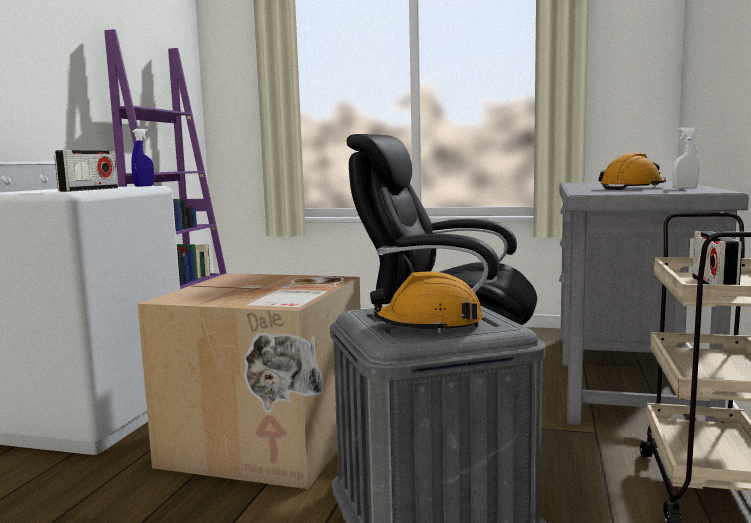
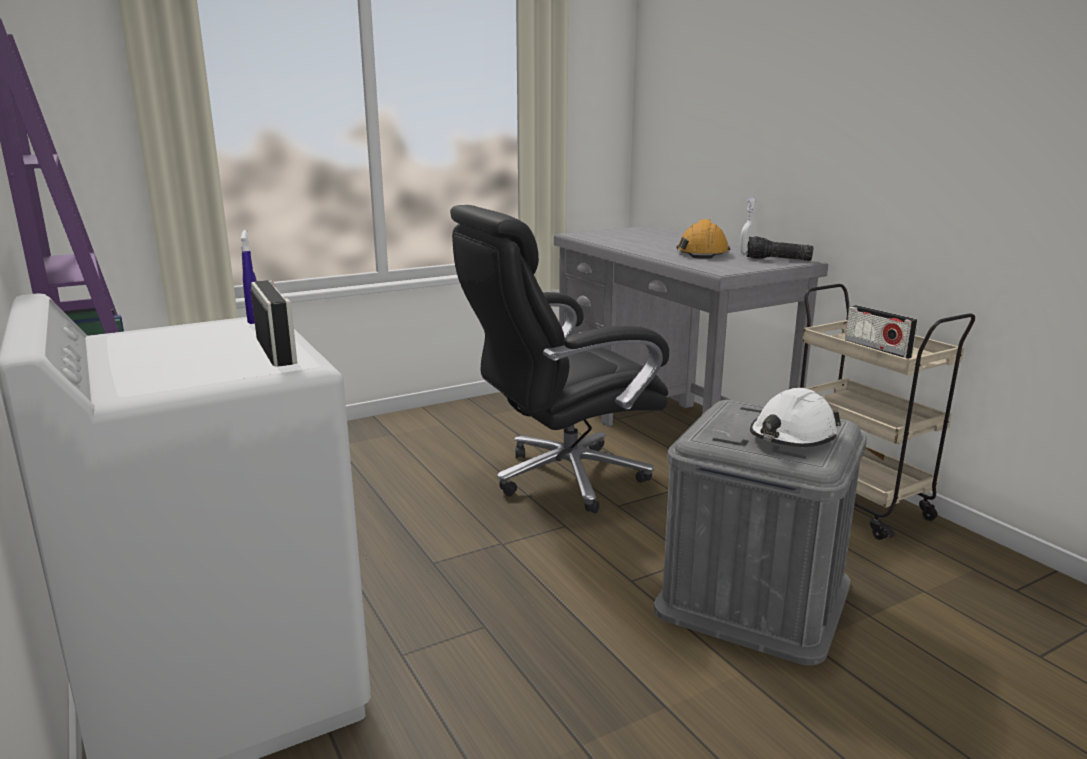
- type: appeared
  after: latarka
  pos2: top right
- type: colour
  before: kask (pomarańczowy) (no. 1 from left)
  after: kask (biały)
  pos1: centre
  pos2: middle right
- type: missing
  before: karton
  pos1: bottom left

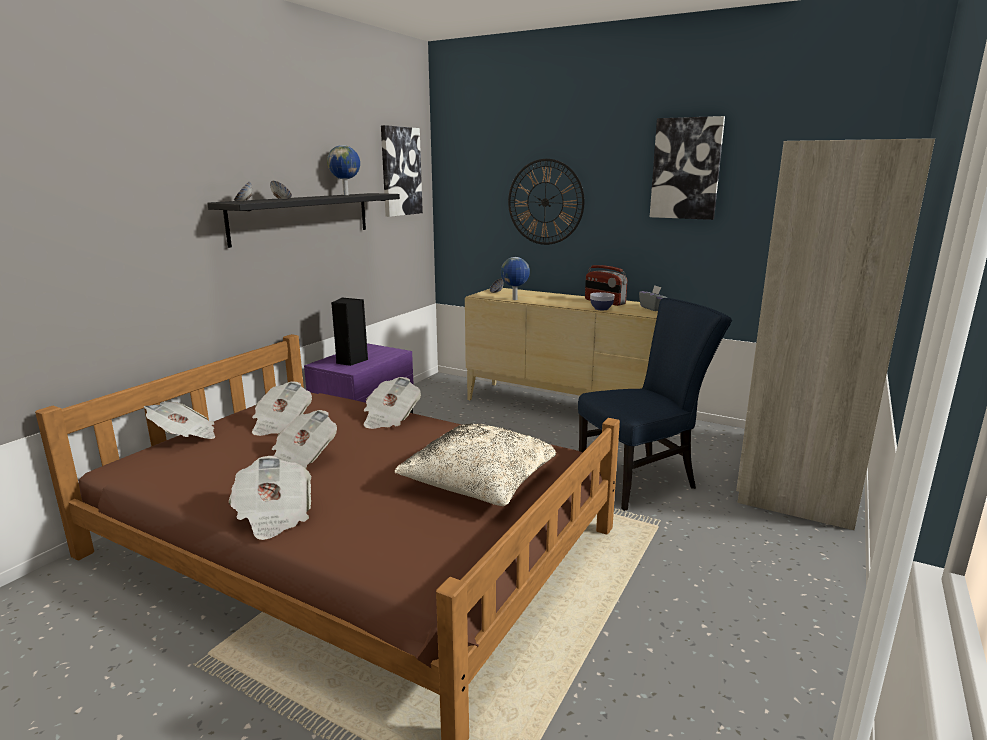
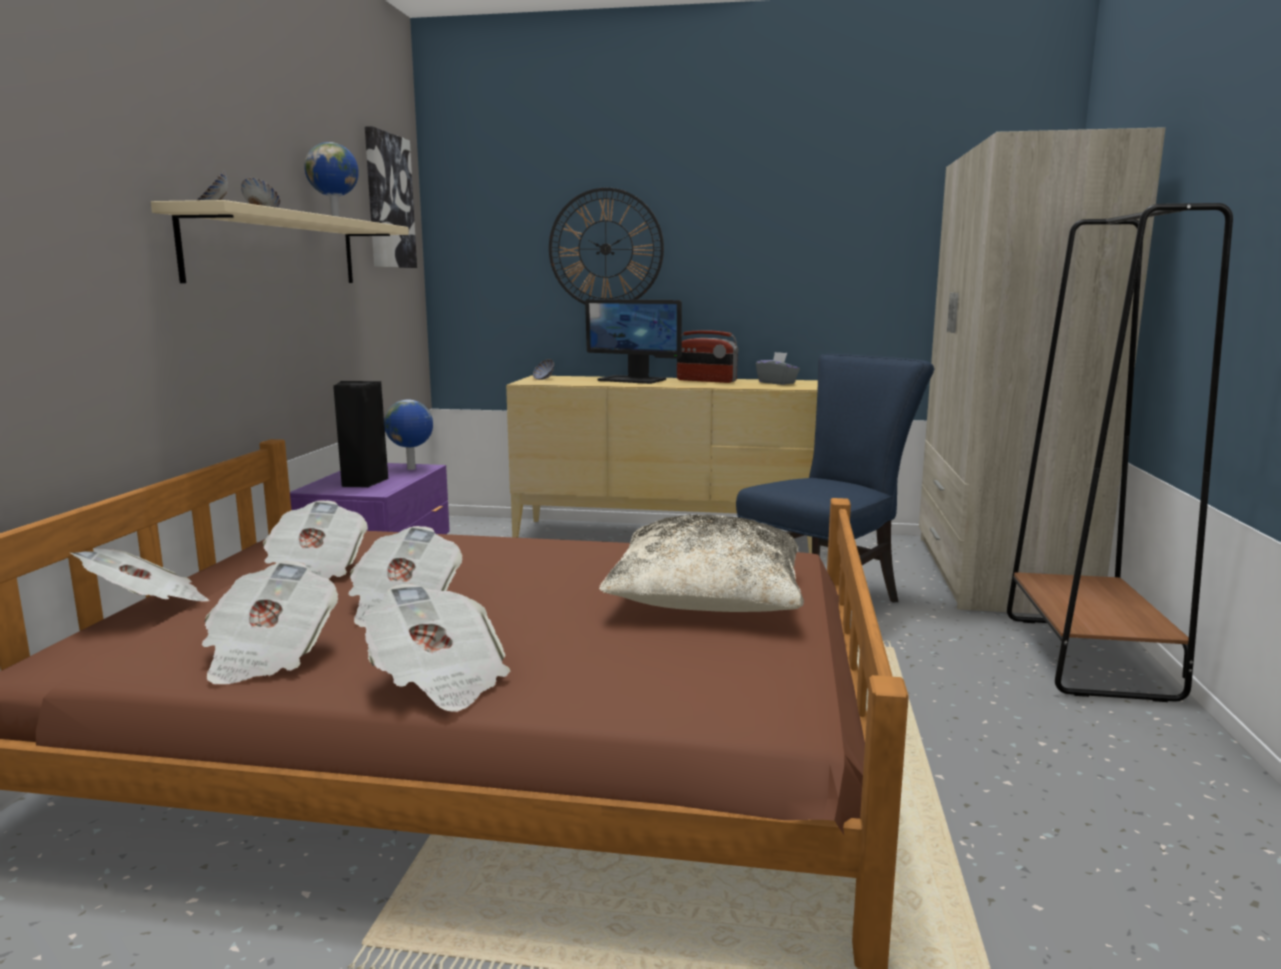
- type: colour
  before: półka (czarny)
  after: półka (beżowy)
  pos1: top left
  pos2: top left
- type: relocated
  before: gazeta (no. 5 from left in the first image)
  after: gazeta (no. 2 from left)
  pos1: centre
  pos2: middle left
- type: relocated
  before: globus (no. 2 from left)
  pos1: centre
  pos2: middle left
- type: appeared
  after: monitor
  pos2: centre
- type: appeared
  after: wieszak
  pos2: middle right
- type: missing
  before: miska (no. 4 from left)
  pos1: centre
- type: missing
  before: obraz (no. 2 from left)
  pos1: top right

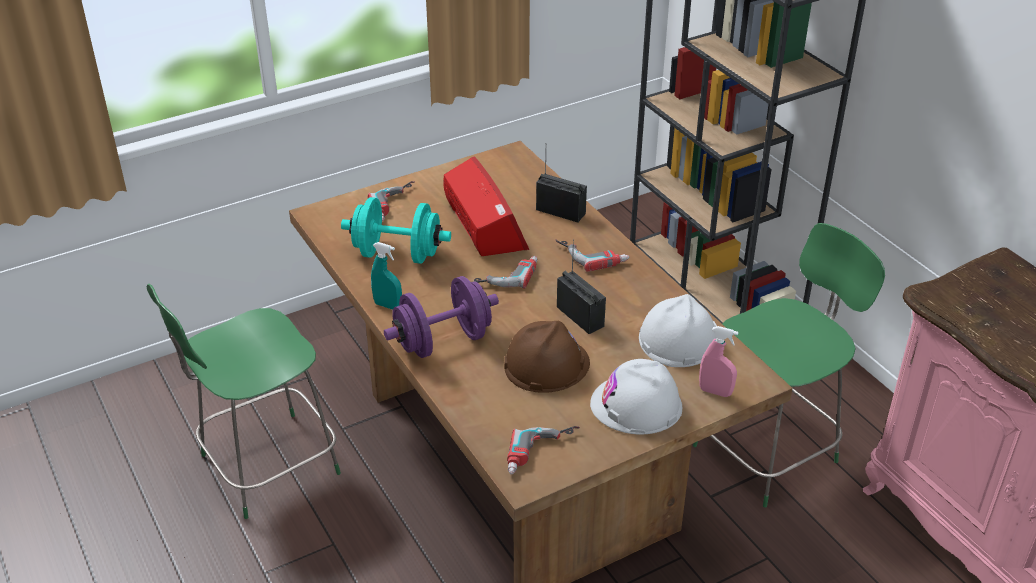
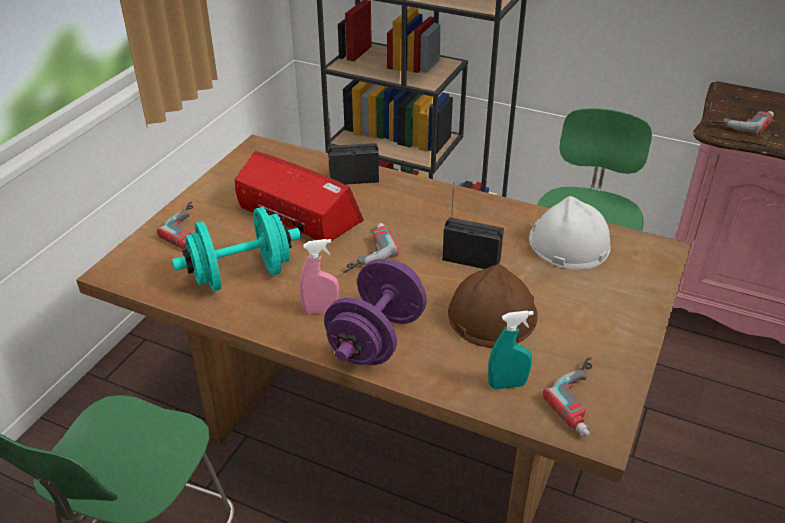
- type: relocated
  before: spryskiwacz (różowy)
  pos1: middle right
  pos2: centre
- type: relocated
  before: spryskiwacz (turkusowy)
  pos1: centre
  pos2: bottom centre
- type: relocated
  before: wiertarka (no. 4 from left)
  pos1: centre
  pos2: top right
- type: missing
  before: kask (biały) (no. 1 from left)
  pos1: bottom centre

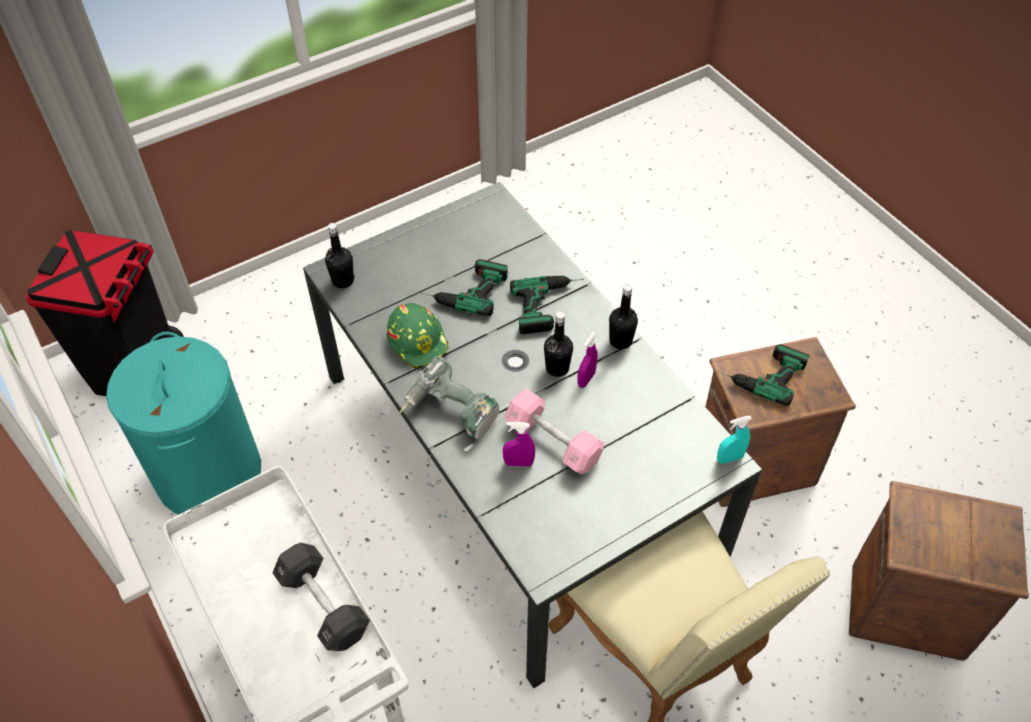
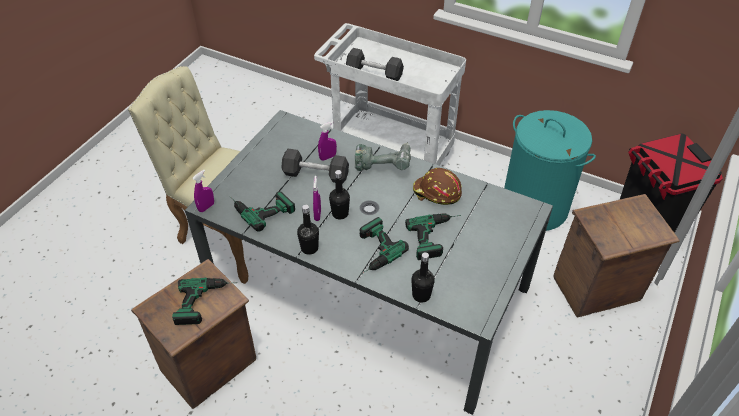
- type: colour
  before: spryskiwacz (turkusowy)
  after: spryskiwacz (fioletowy) (no. 1 from left)
  pos1: middle right
  pos2: middle left
- type: appeared
  after: wiertarka (no. 2 from left)
  pos2: centre
- type: colour
  before: hantel (różowy)
  after: hantel (czarny) (no. 1 from left)
  pos1: centre
  pos2: centre
- type: relocated
  before: butelka (czarny) (no. 1 from left in the first image)
  after: butelka (czarny) (no. 3 from left)
  pos1: middle left
  pos2: centre
- type: colour
  before: kask (zielony)
  after: kask (brązowy)
  pos1: centre
  pos2: centre
- type: relocated
  before: skrzynka (no. 2 from left)
  pos1: bottom right
  pos2: middle right

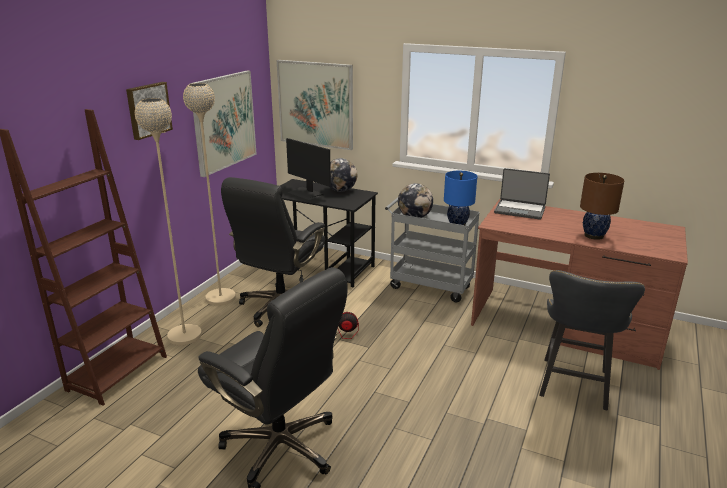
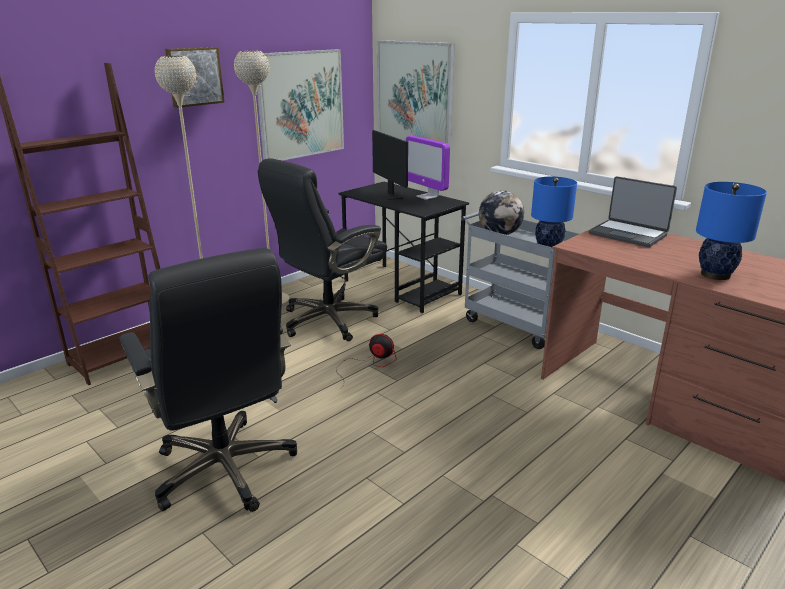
- type: exchanged
  before: globus (no. 1 from left)
  after: monitor (no. 2 from left)
  pos1: centre
  pos2: top centre
- type: colour
  before: lampa stołowa (brązowy)
  after: lampa stołowa (niebieski) (no. 2 from left)
  pos1: middle right
  pos2: middle right
- type: missing
  before: stołek (szary)
  pos1: bottom right

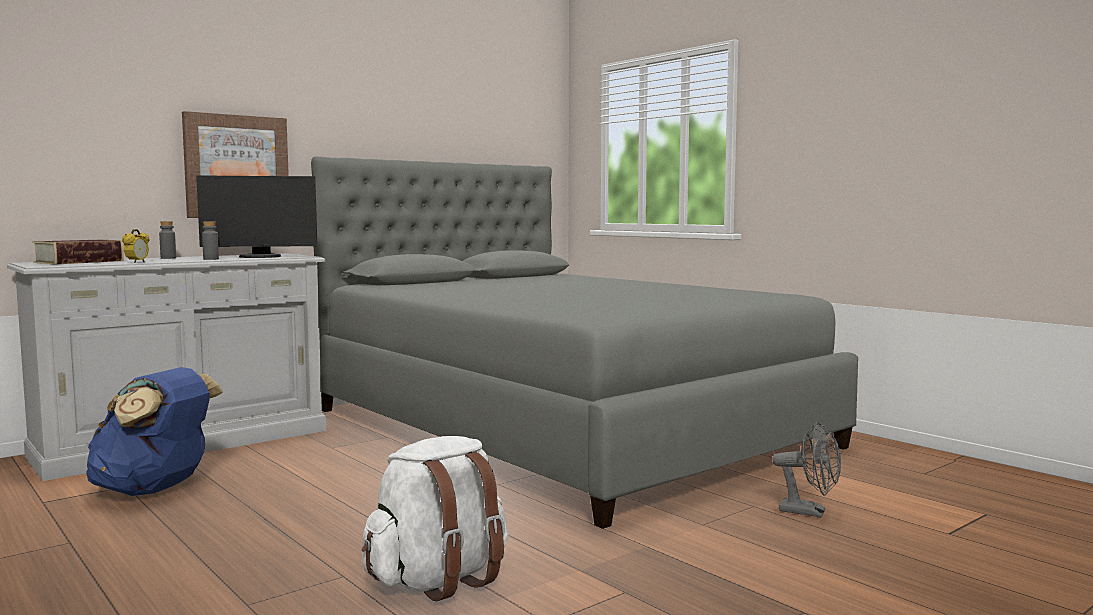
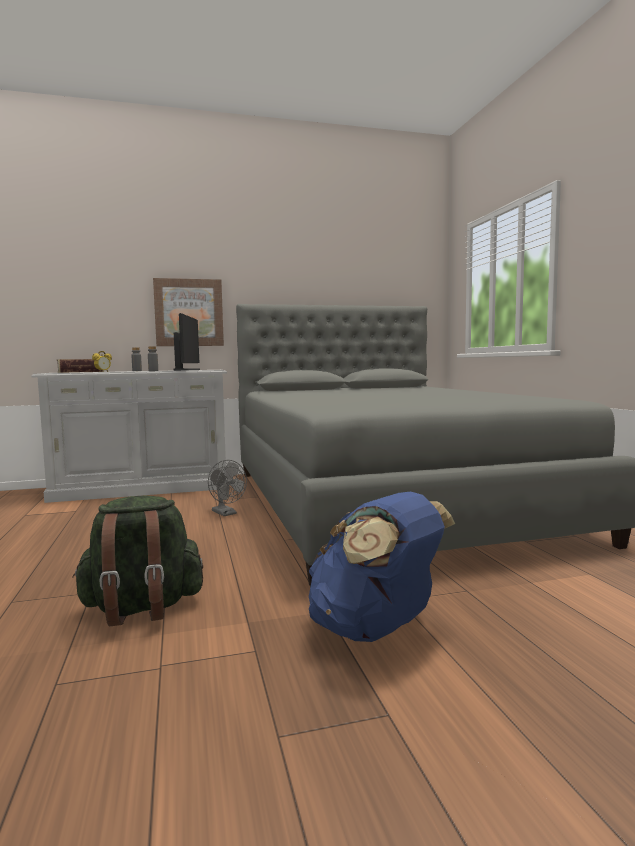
- type: colour
  before: plecak (biały)
  after: plecak (zielony)
  pos1: bottom centre
  pos2: middle left
- type: spun
  before: monitor
  pos1: middle left
  pos2: middle left
  turn: -105
- type: relocated
  before: wentylator (szary)
  pos1: bottom right
  pos2: centre
- type: relocated
  before: plecak (niebieski)
  pos1: bottom left
  pos2: bottom centre

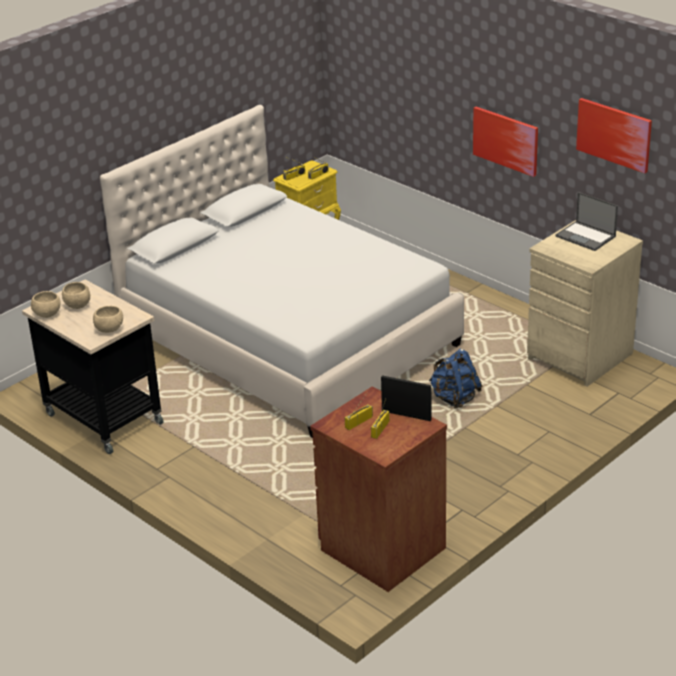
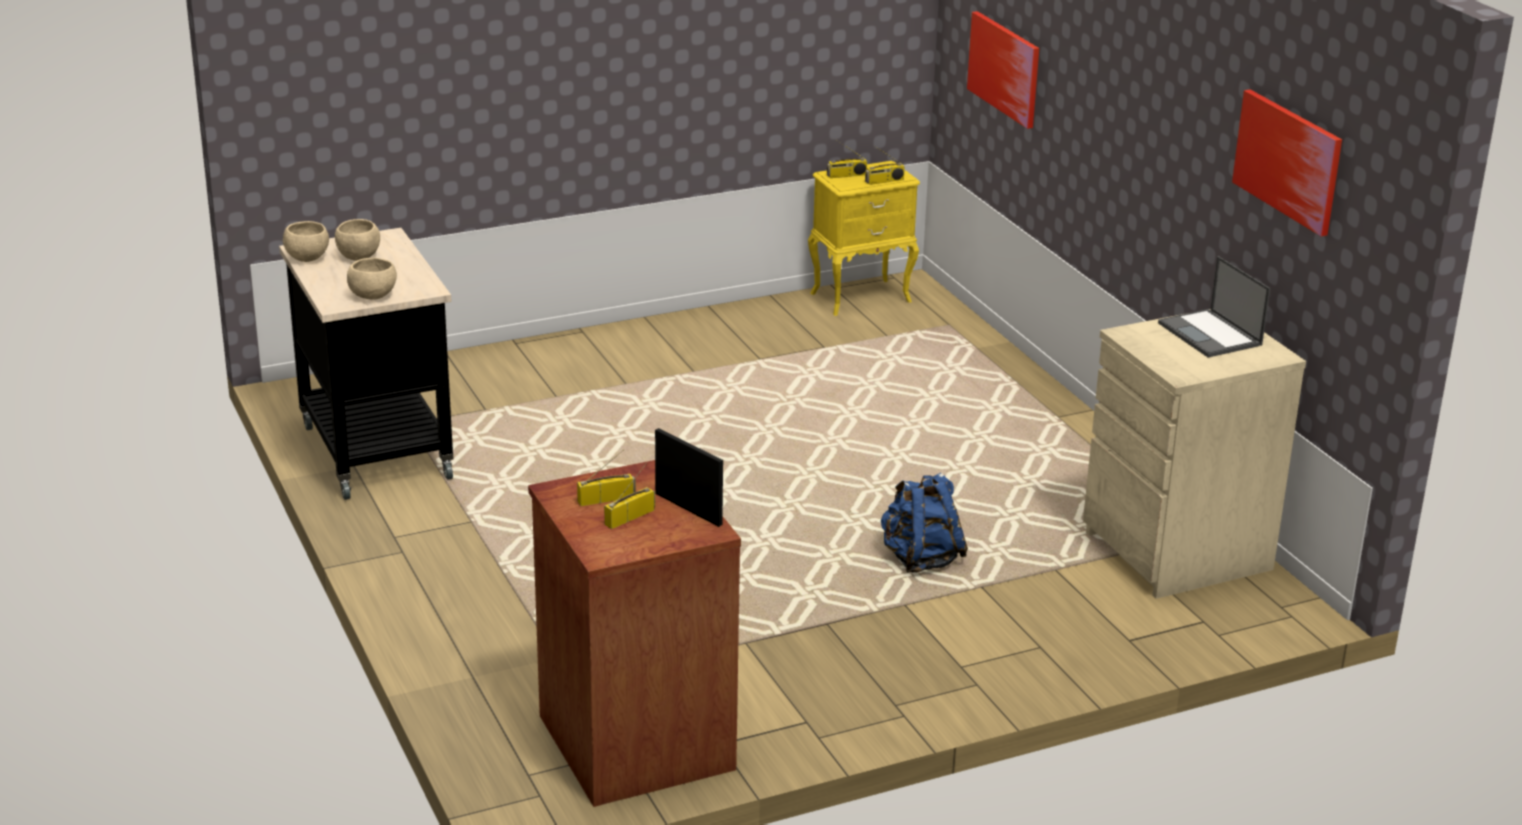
- type: relocated
  before: obraz (no. 1 from left)
  pos1: top right
  pos2: top centre
- type: missing
  before: łóżko (biały)
  pos1: centre

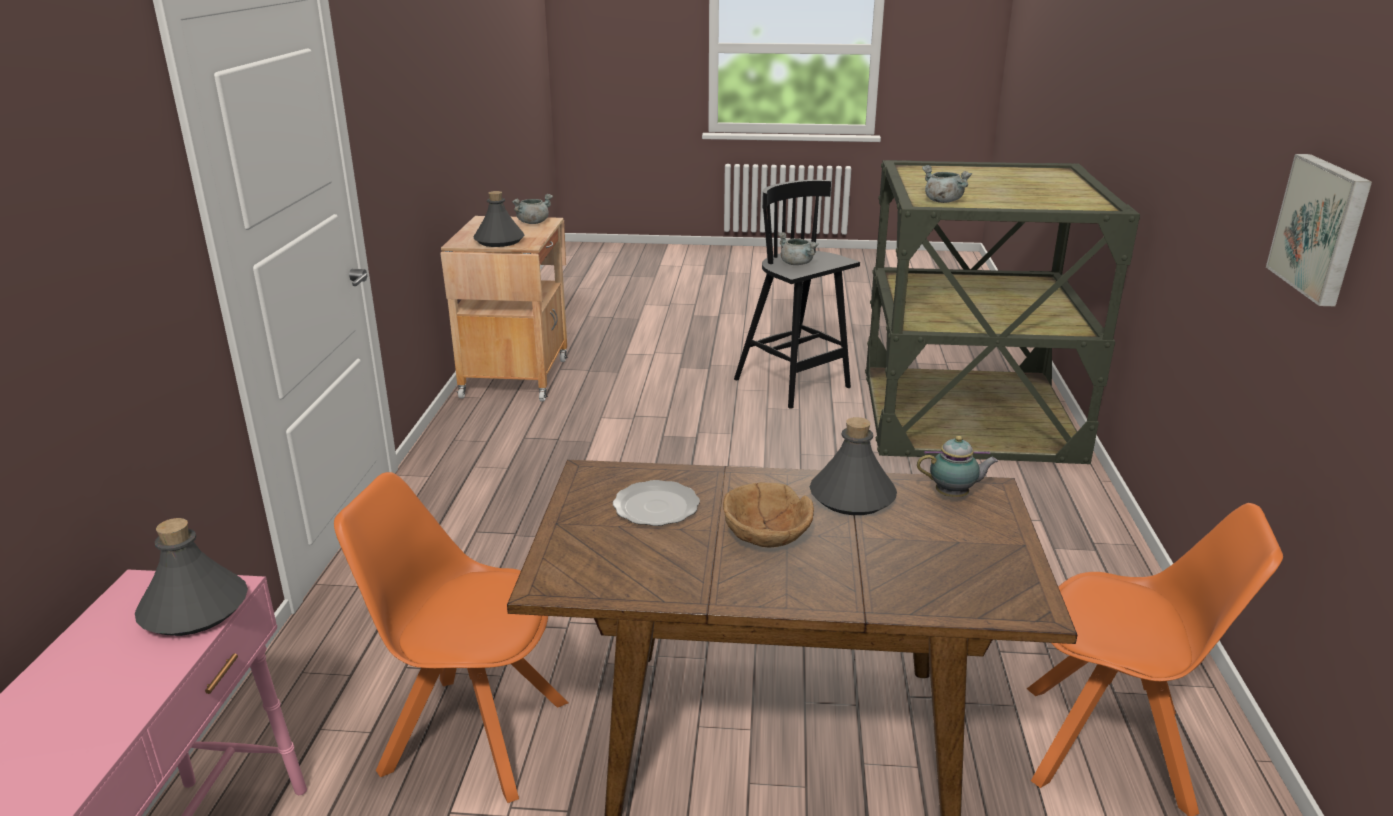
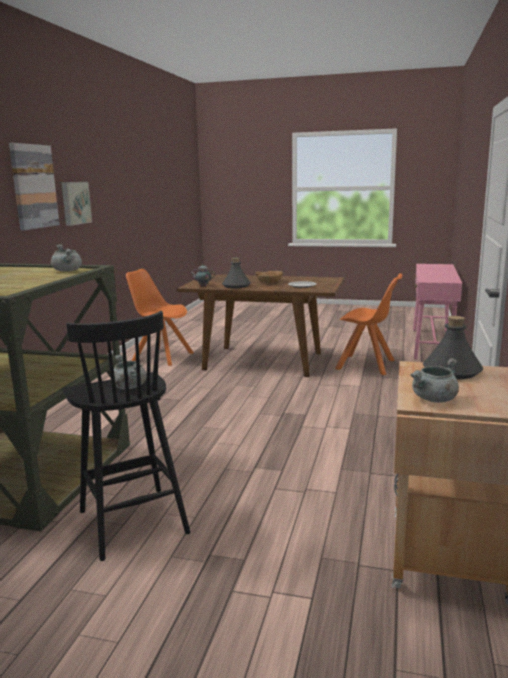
- type: appeared
  after: obraz (no. 1 from left)
  pos2: top left
- type: missing
  before: butelka (szary) (no. 1 from left)
  pos1: bottom left

